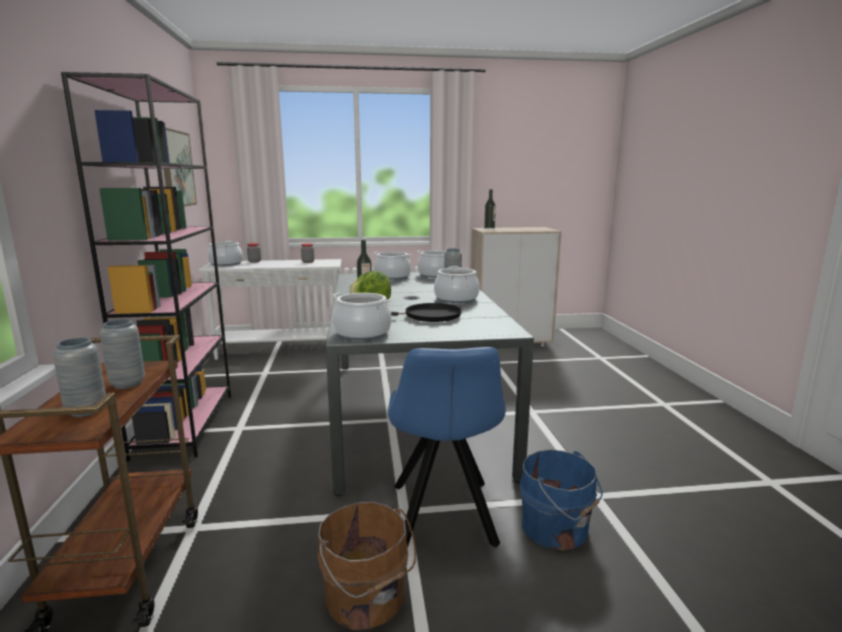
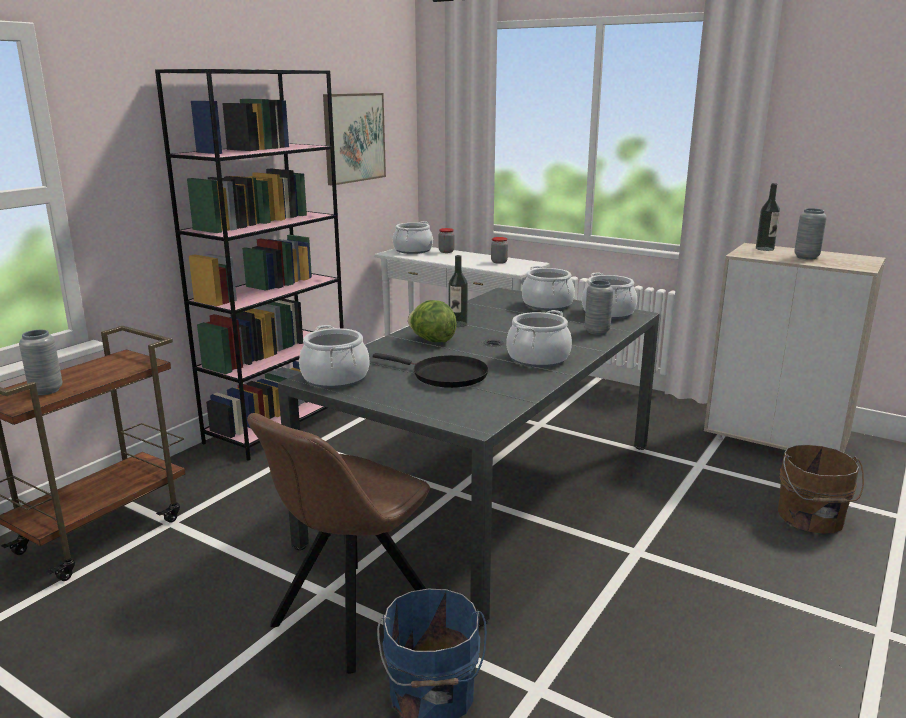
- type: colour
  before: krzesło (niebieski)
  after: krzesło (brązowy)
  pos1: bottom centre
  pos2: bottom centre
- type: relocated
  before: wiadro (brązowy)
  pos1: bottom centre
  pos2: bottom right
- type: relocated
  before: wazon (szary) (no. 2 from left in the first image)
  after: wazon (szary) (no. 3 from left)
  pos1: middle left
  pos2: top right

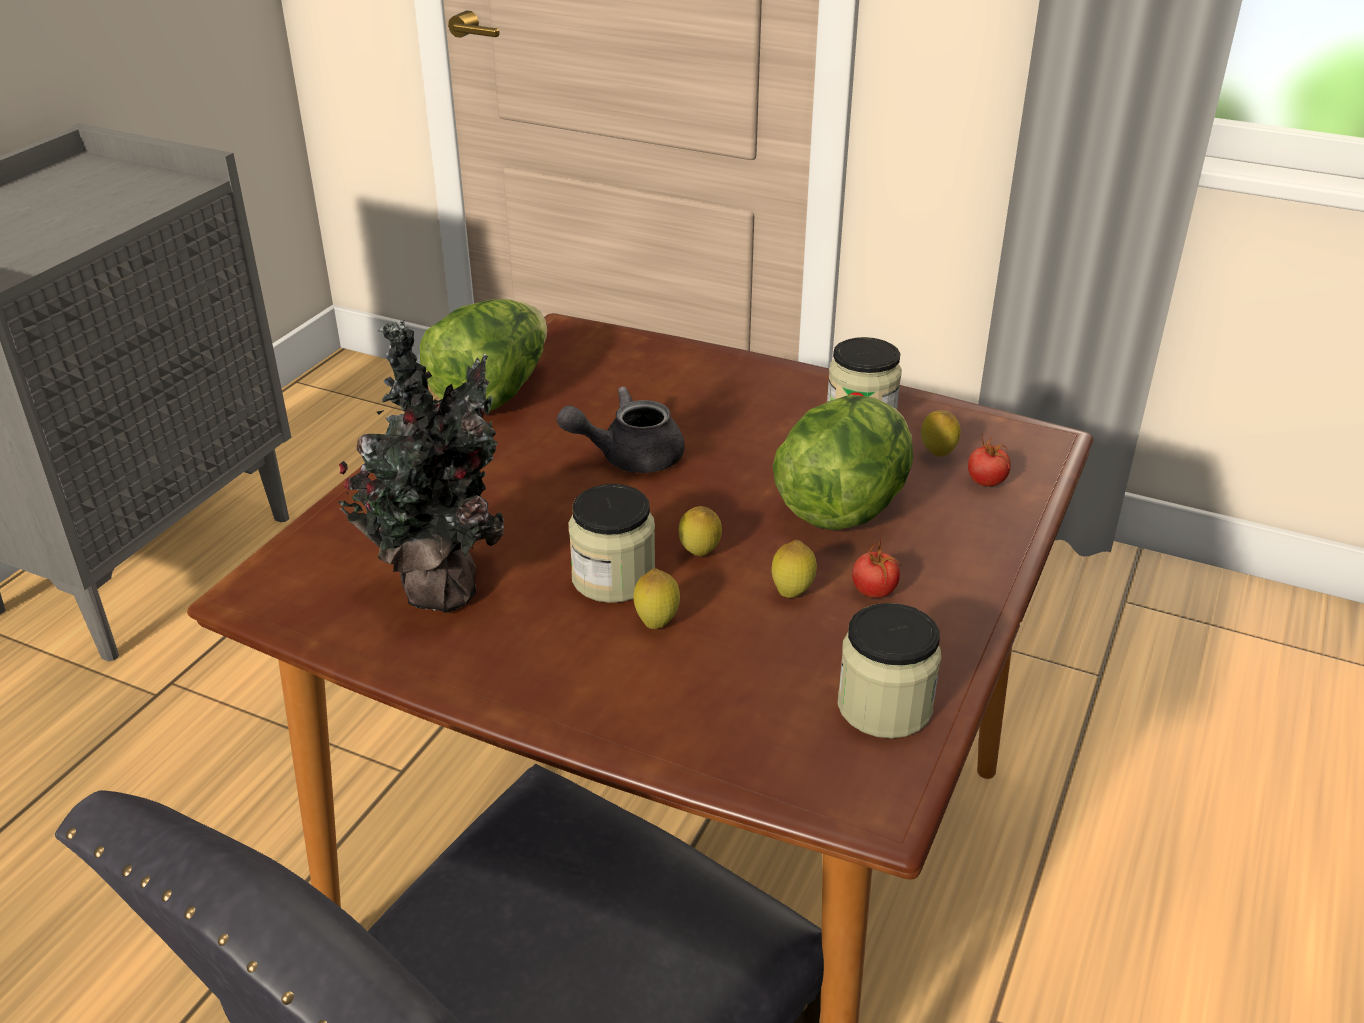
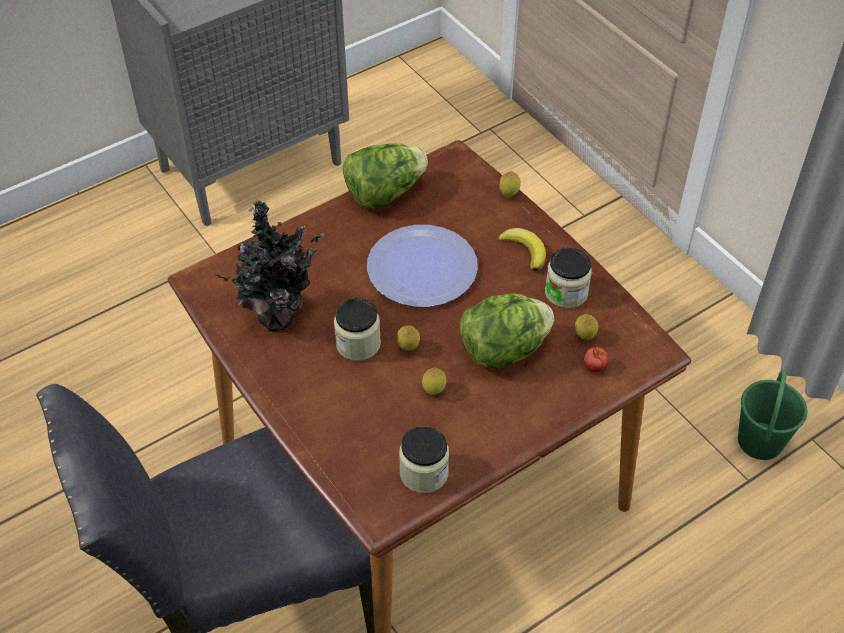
- type: exchanged
  before: imbryk (szary)
  after: talerz
  pos1: centre
  pos2: centre
- type: appeared
  after: banan
  pos2: centre
- type: relocated
  before: cytryna (no. 1 from left in the first image)
  after: cytryna (no. 3 from left)
  pos1: centre
  pos2: top centre
- type: appeared
  after: wiadro (zielony)
  pos2: middle right
- type: missing
  before: pomidor (no. 1 from left)
  pos1: centre

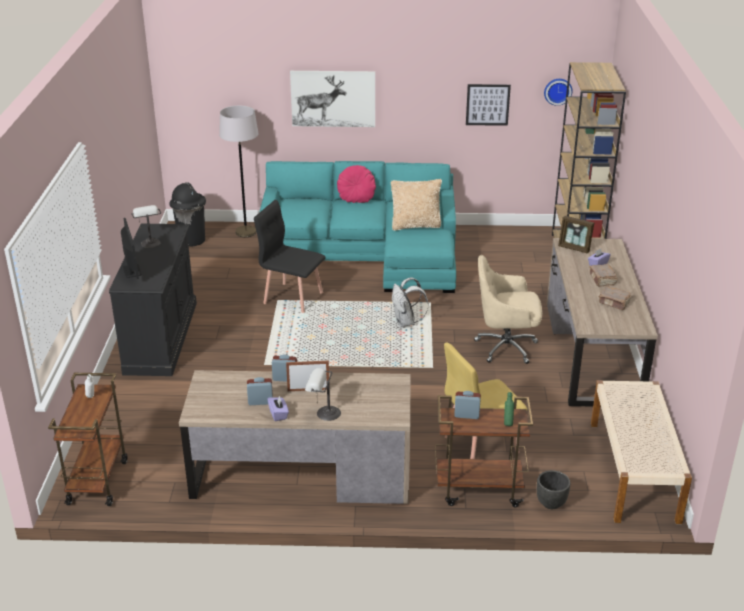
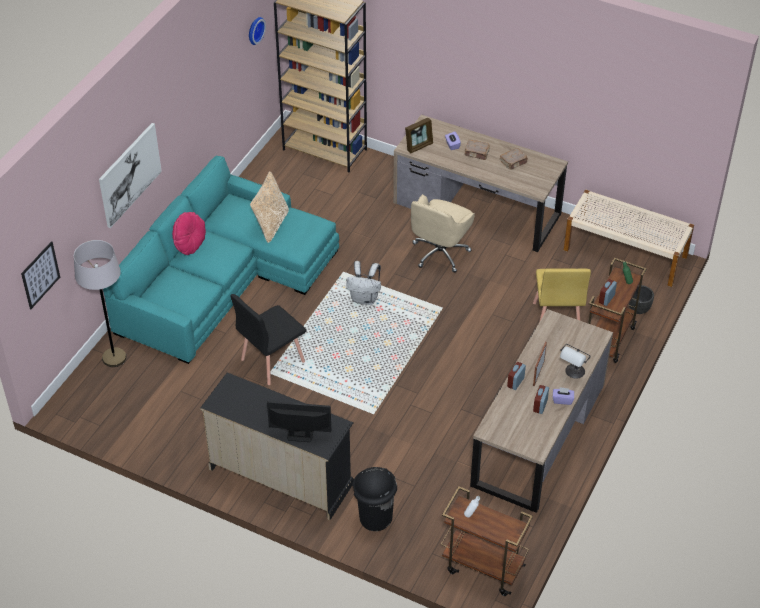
- type: relocated
  before: obraz (no. 2 from left in the first image)
  after: obraz (no. 1 from left)
  pos1: top centre
  pos2: middle left
- type: relocated
  before: kosz na śmieci (czarny)
  pos1: middle left
  pos2: bottom centre
- type: missing
  before: lampa stołowa (no. 1 from left)
  pos1: middle left

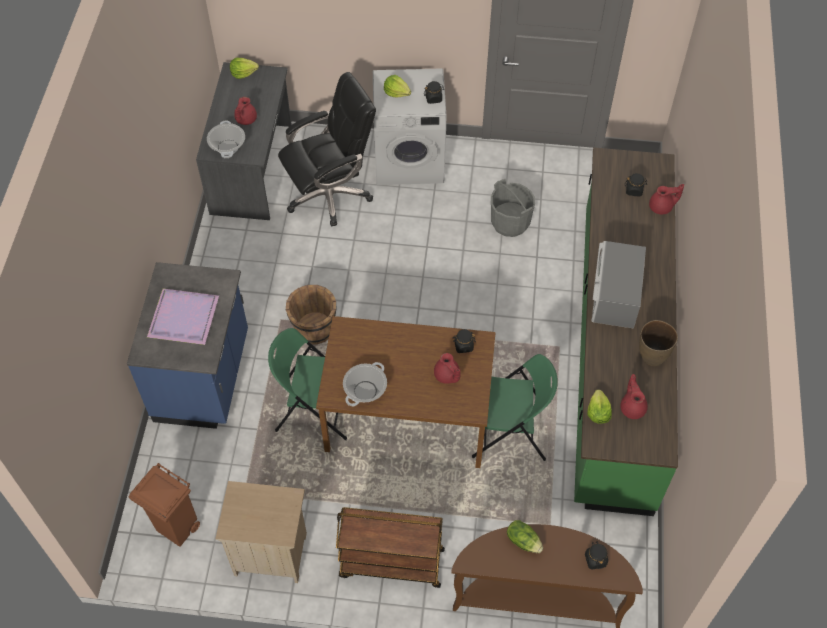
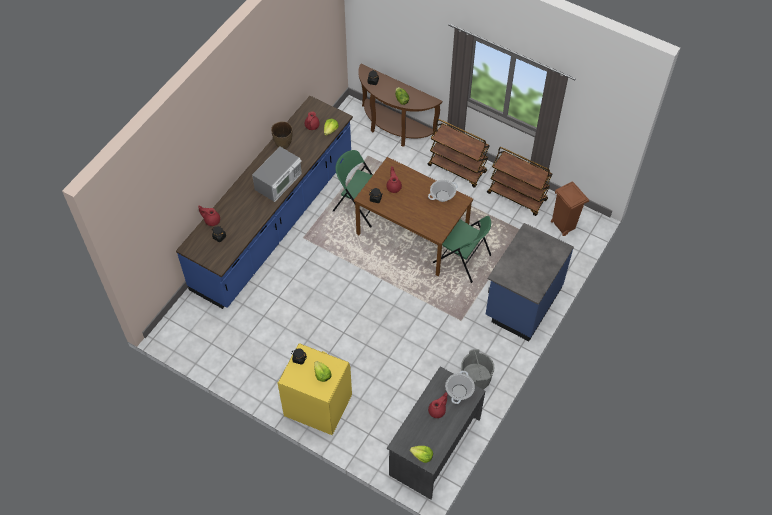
- type: colour
  before: zabudowa kuchenna (zielony)
  after: zabudowa kuchenna (niebieski) (no. 1 from left)
  pos1: middle right
  pos2: centre
- type: colour
  before: pralka (biały)
  after: pralka (żółty)
  pos1: top centre
  pos2: bottom centre
- type: relocated
  before: wiadro (szary)
  pos1: top centre
  pos2: bottom centre
- type: exchanged
  before: szafka nocna (beżowy)
  after: wózek (brązowy) (no. 2 from left)
  pos1: bottom left
  pos2: middle right
- type: missing
  before: taca (fioletowy)
  pos1: middle left
- type: missing
  before: krzesło biurowe (czarny)
  pos1: top centre
- type: missing
  before: wiadro (brązowy)
  pos1: centre

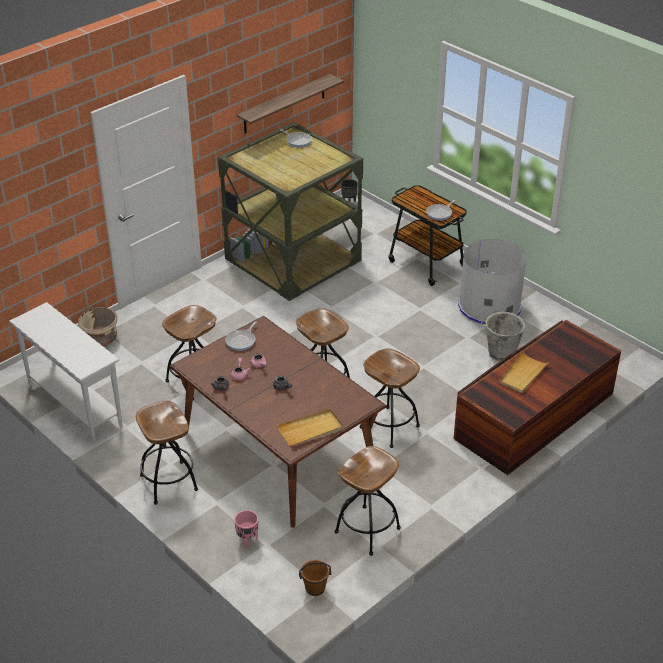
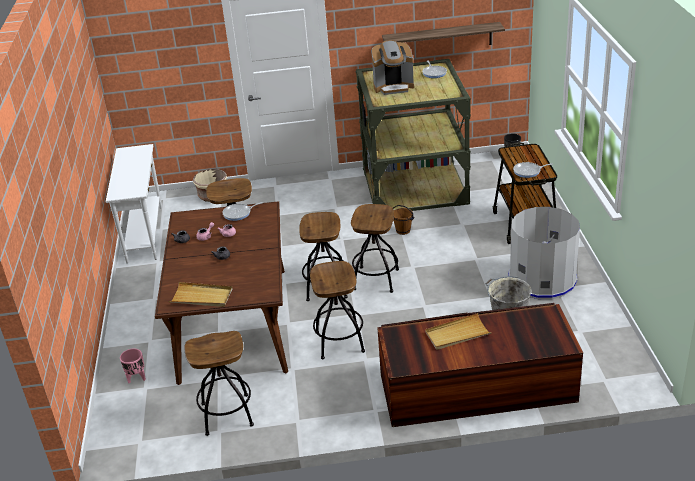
- type: relocated
  before: stołek (brązowy) (no. 1 from left in the first image)
  after: stołek (brązowy) (no. 5 from left)
  pos1: bottom left
  pos2: centre
- type: appeared
  after: ekspres do kawy
  pos2: top centre
- type: relocated
  before: wiadro (brązowy)
  pos1: bottom centre
  pos2: centre

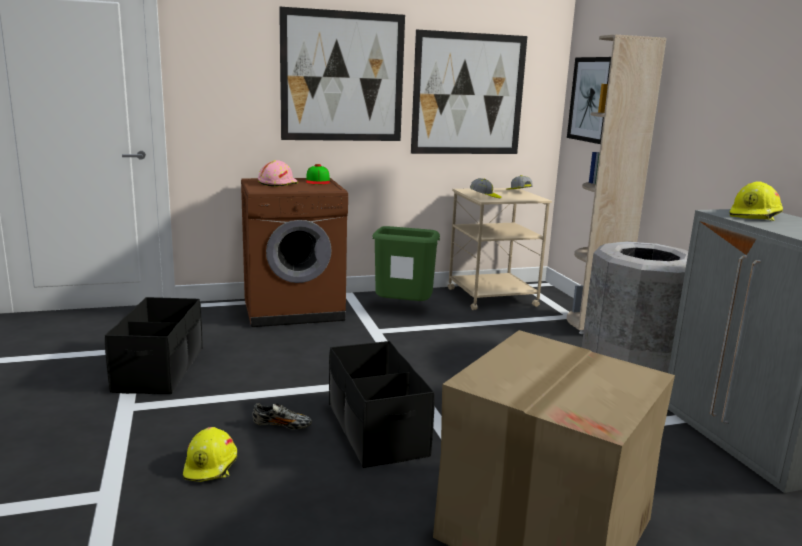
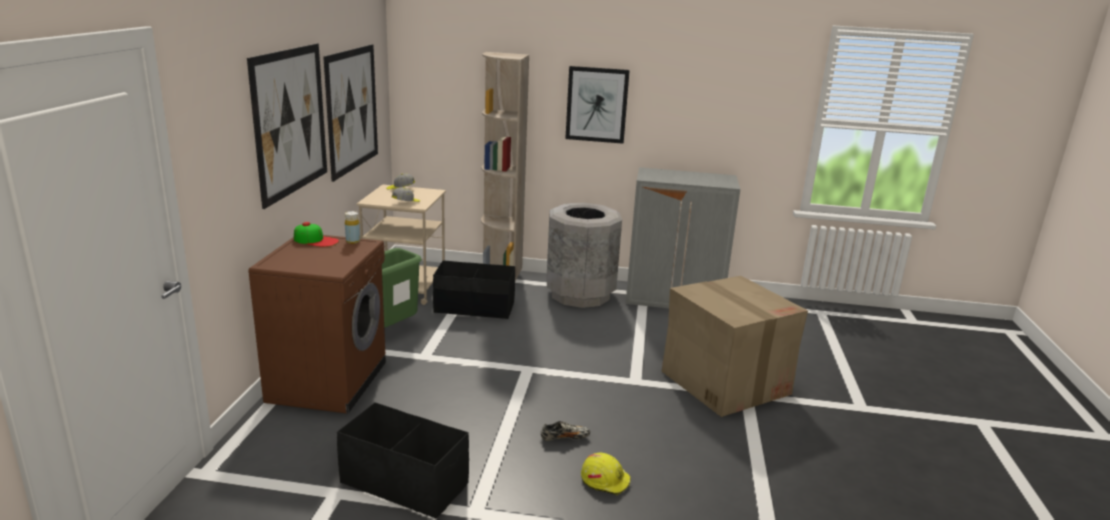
- type: appeared
  after: butelka (żółty)
  pos2: middle left
- type: relocated
  before: pojemnik do przechowywania (czarny) (no. 2 from left)
  pos1: bottom centre
  pos2: centre
- type: spun
  before: but
  pos1: bottom centre
  pos2: bottom centre
  turn: 45
- type: relocated
  before: obraz (no. 3 from left)
  pos1: top right
  pos2: top centre
- type: missing
  before: kask (różowy)
  pos1: top centre
- type: missing
  before: kask (żółty) (no. 2 from left)
  pos1: middle right

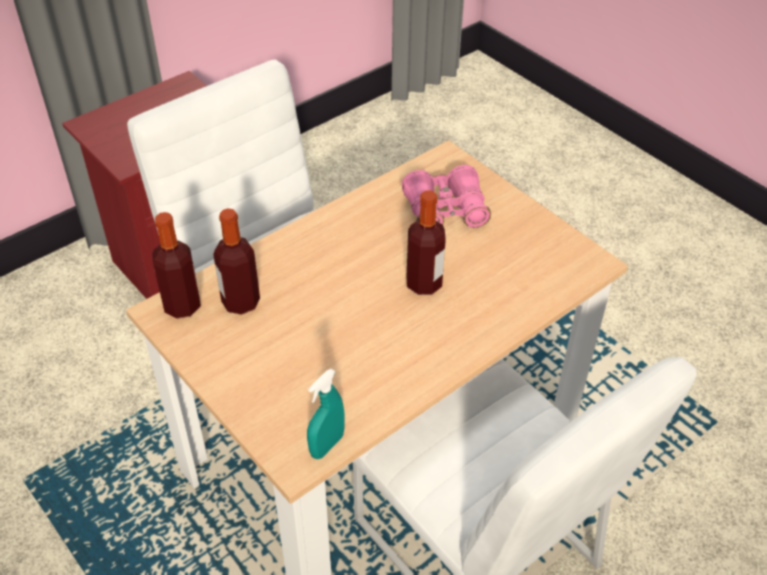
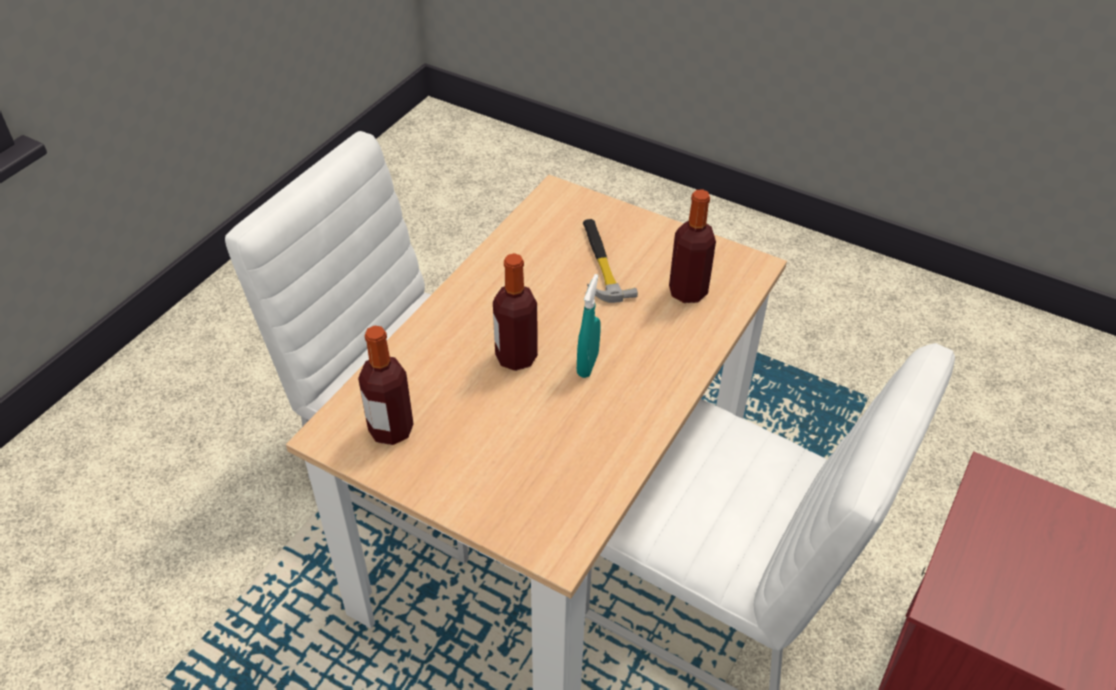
- type: relocated
  before: butelka (no. 1 from left)
  pos1: middle left
  pos2: centre
- type: relocated
  before: spryskiwacz (turkusowy)
  pos1: bottom centre
  pos2: centre
- type: appeared
  after: młotek
  pos2: centre
- type: missing
  before: lornetka (różowy)
  pos1: centre

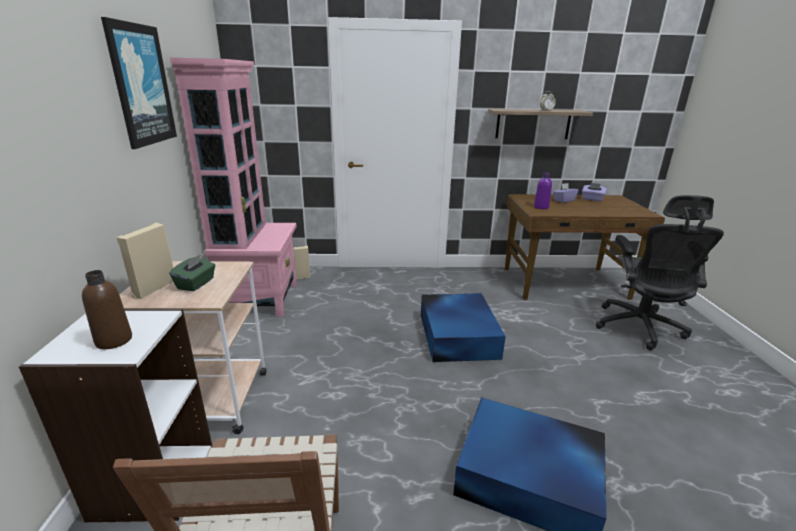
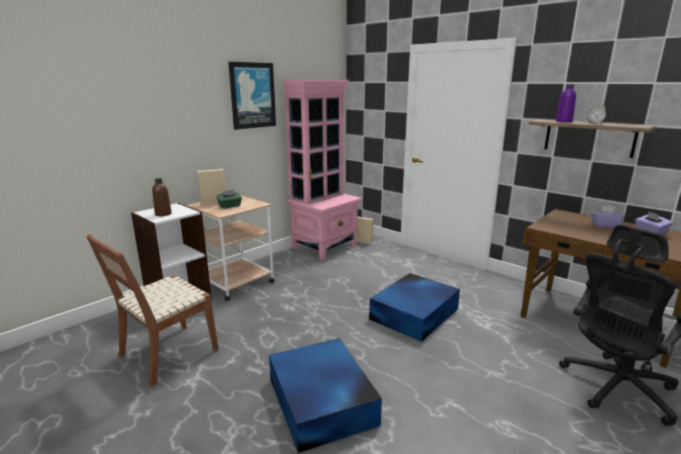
- type: relocated
  before: butelka (fioletowy)
  pos1: middle right
  pos2: top right

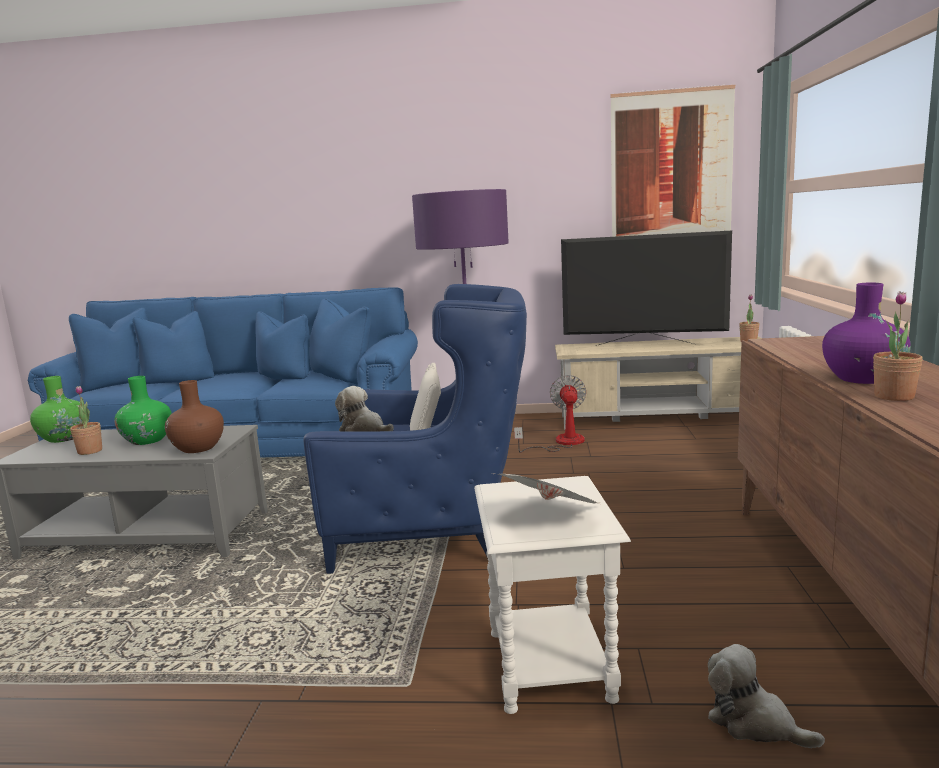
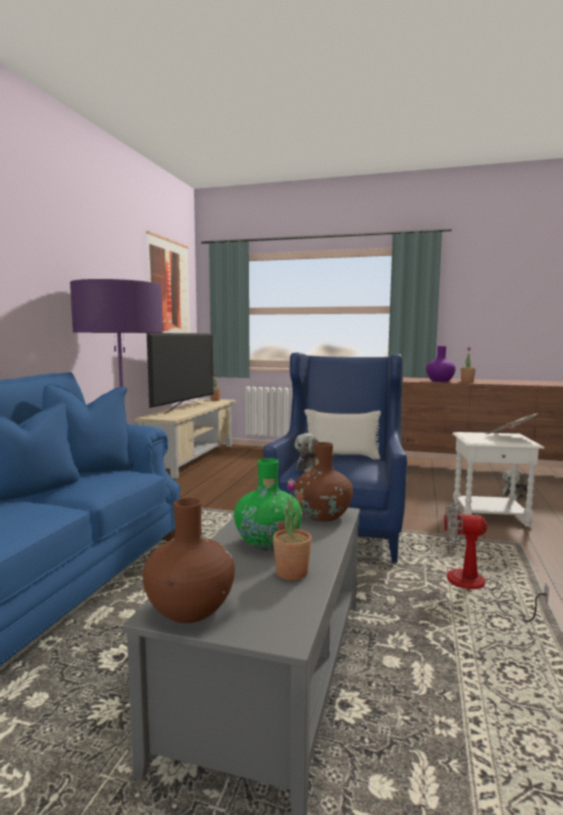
- type: colour
  before: wazon (zielony) (no. 1 from left)
  after: wazon (brązowy) (no. 1 from left)
  pos1: middle left
  pos2: bottom centre
- type: relocated
  before: wentylator
  pos1: centre
  pos2: bottom right

